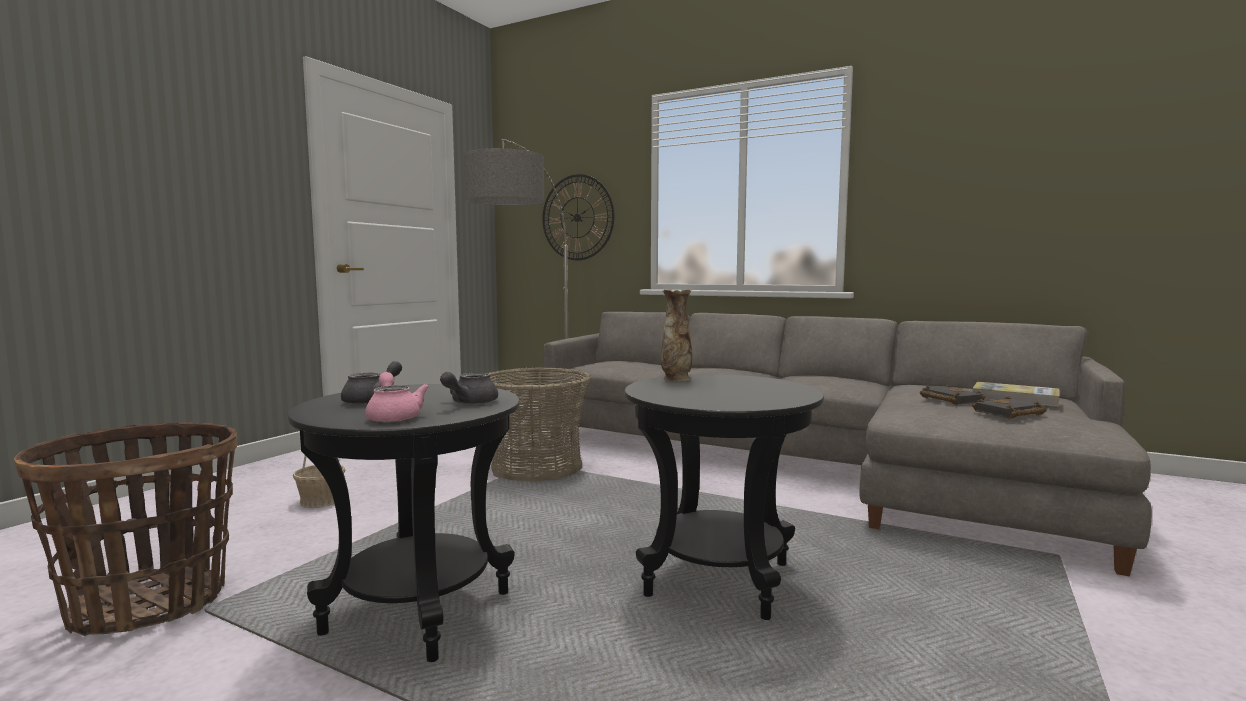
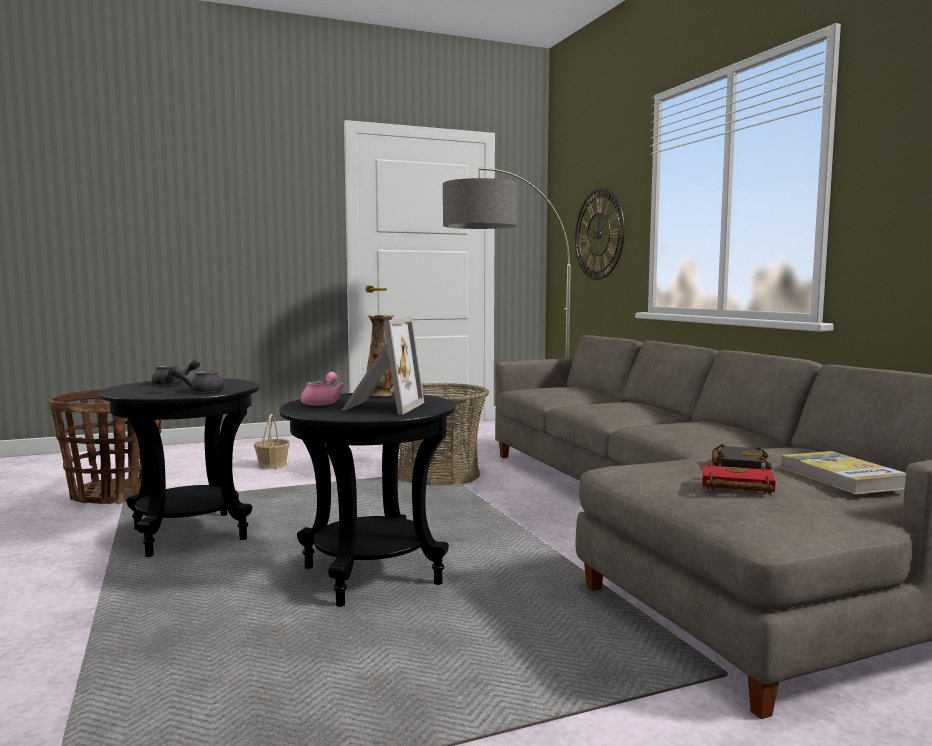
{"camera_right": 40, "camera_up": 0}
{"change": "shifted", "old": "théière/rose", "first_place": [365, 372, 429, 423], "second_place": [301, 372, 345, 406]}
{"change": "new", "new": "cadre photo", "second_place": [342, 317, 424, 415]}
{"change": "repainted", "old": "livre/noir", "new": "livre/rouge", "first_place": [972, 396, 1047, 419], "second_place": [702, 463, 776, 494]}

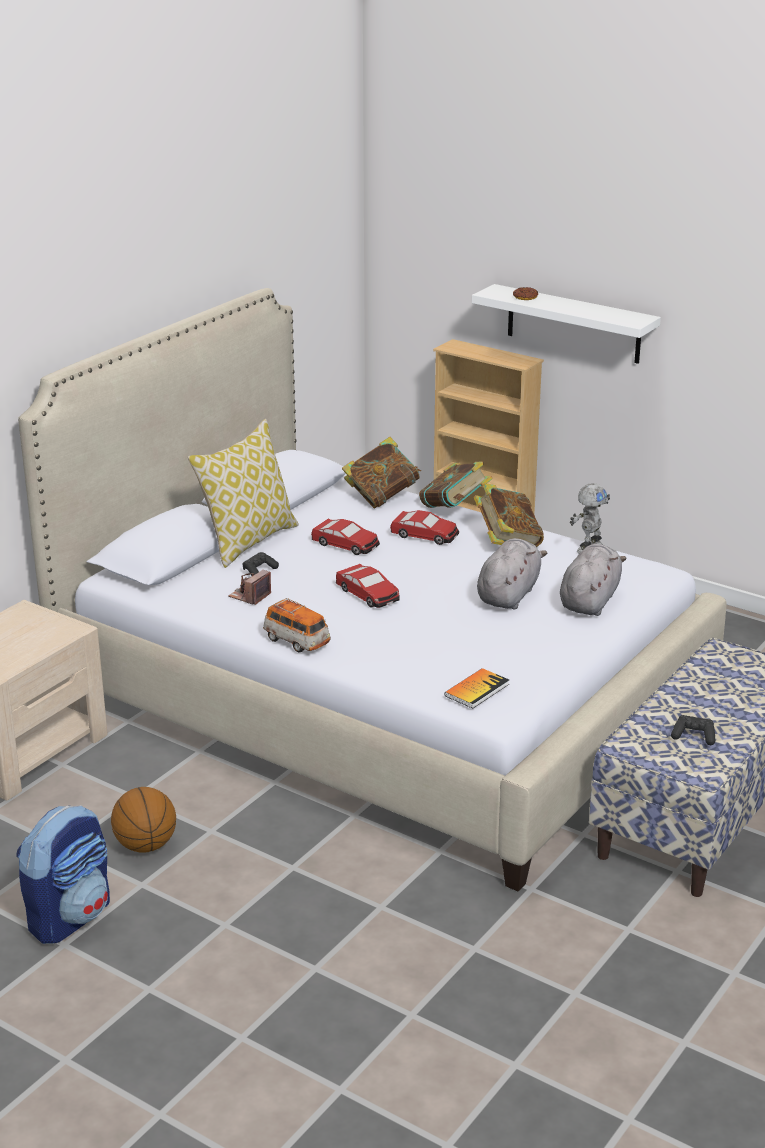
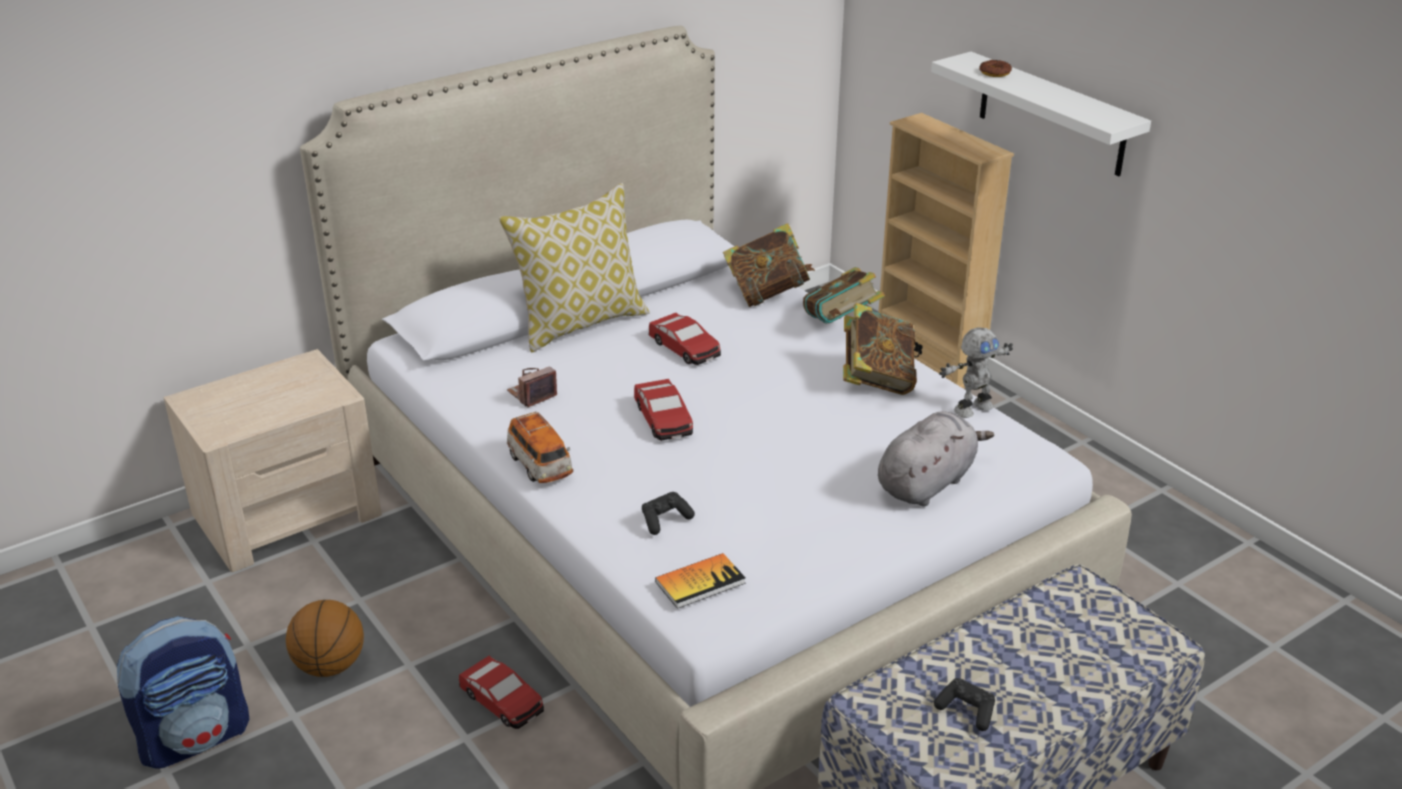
{"camera_right": 20, "camera_up": 5}
{"change": "shifted", "old": "petite voiture", "first_place": [390, 510, 459, 545], "second_place": [459, 656, 544, 729]}
{"change": "shifted", "old": "manette/noir", "first_place": [242, 552, 279, 576], "second_place": [642, 492, 695, 535]}
{"change": "gone", "old": "peluche/gris", "first_place": [477, 538, 547, 610]}

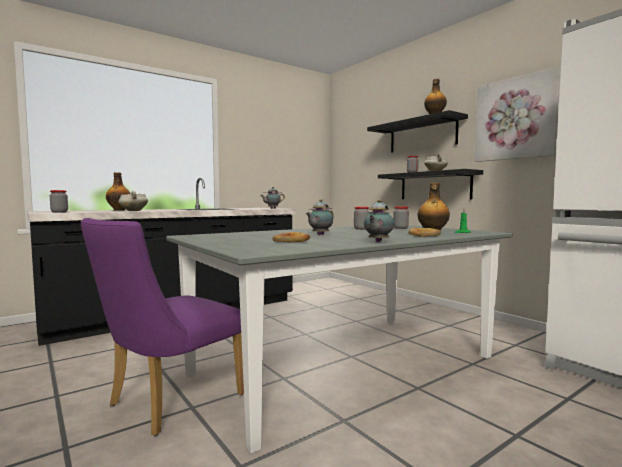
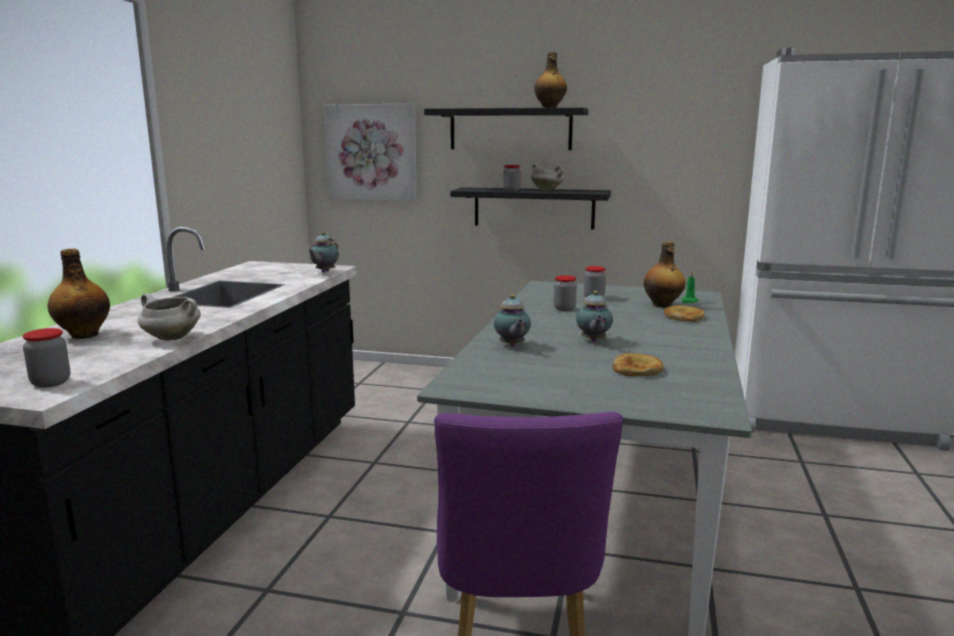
{"camera_right": -40, "camera_up": 10}
{"change": "shifted", "old": "tableau", "first_place": [474, 66, 561, 162], "second_place": [324, 104, 417, 202]}
{"change": "shifted", "old": "théière", "first_place": [364, 199, 394, 242], "second_place": [494, 294, 531, 347]}

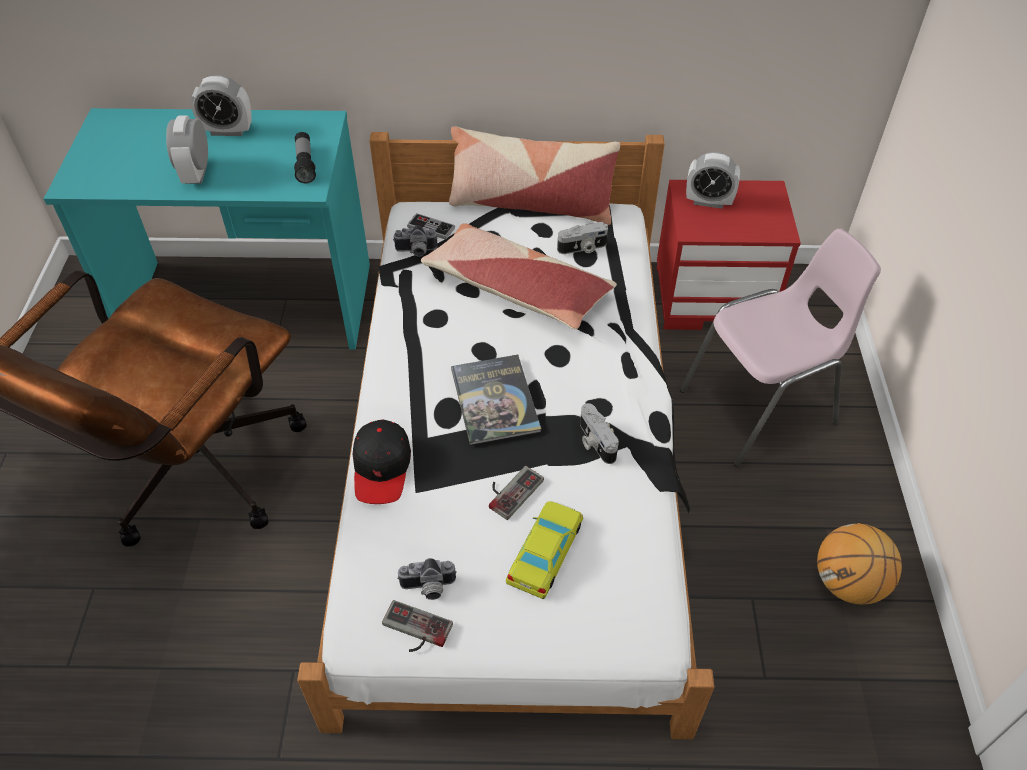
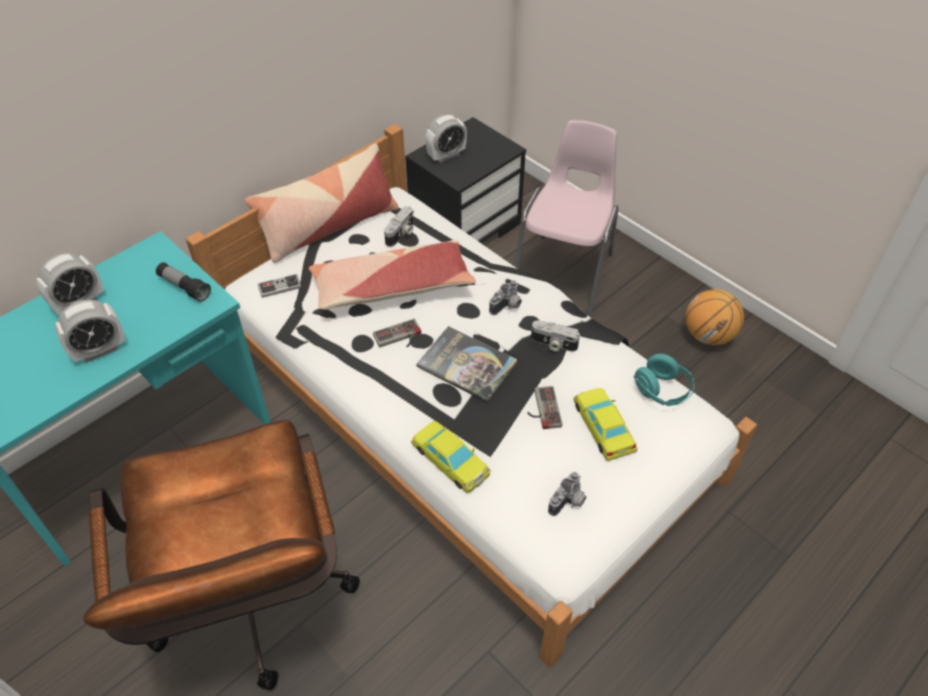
{"camera_right": -45, "camera_up": 0}
{"change": "rotated", "old": "réveil", "first_place": [166, 115, 208, 184], "second_place": [55, 300, 125, 363], "degrees": -75}
{"change": "shifted", "old": "manette", "first_place": [382, 600, 453, 652], "second_place": [373, 319, 421, 347]}
{"change": "repainted", "old": "table de chevet/rouge", "new": "table de chevet/noir", "first_place": [657, 180, 801, 330], "second_place": [405, 117, 526, 244]}
{"change": "swapped", "old": "casquette/noir", "new": "petite voiture/jaune", "first_place": [353, 419, 411, 504], "second_place": [411, 421, 490, 493]}
{"change": "shifted", "old": "appareil photo", "first_place": [393, 225, 438, 257], "second_place": [489, 280, 522, 315]}
{"change": "new", "new": "casque audio/turquoise", "second_place": [634, 354, 695, 406]}

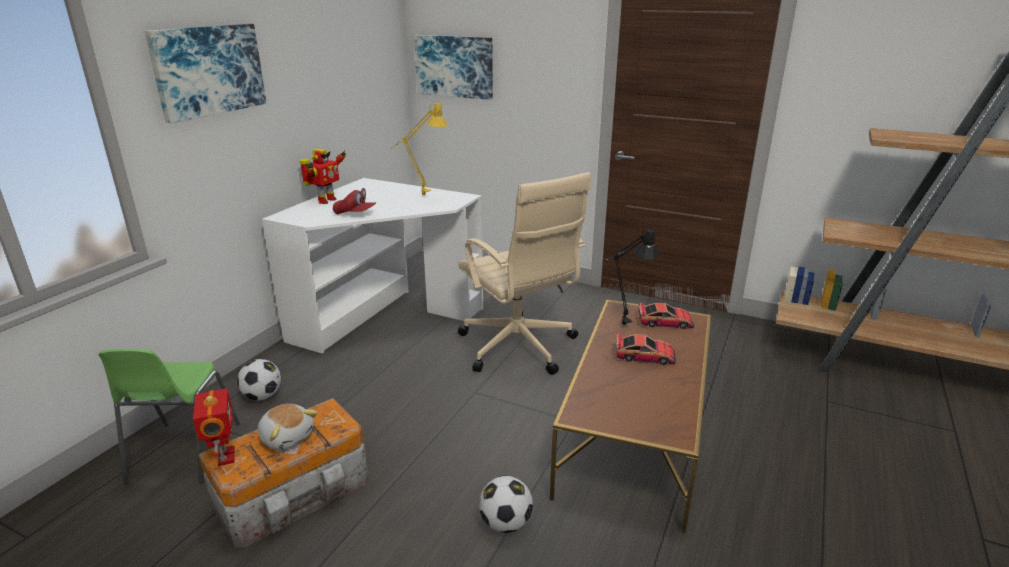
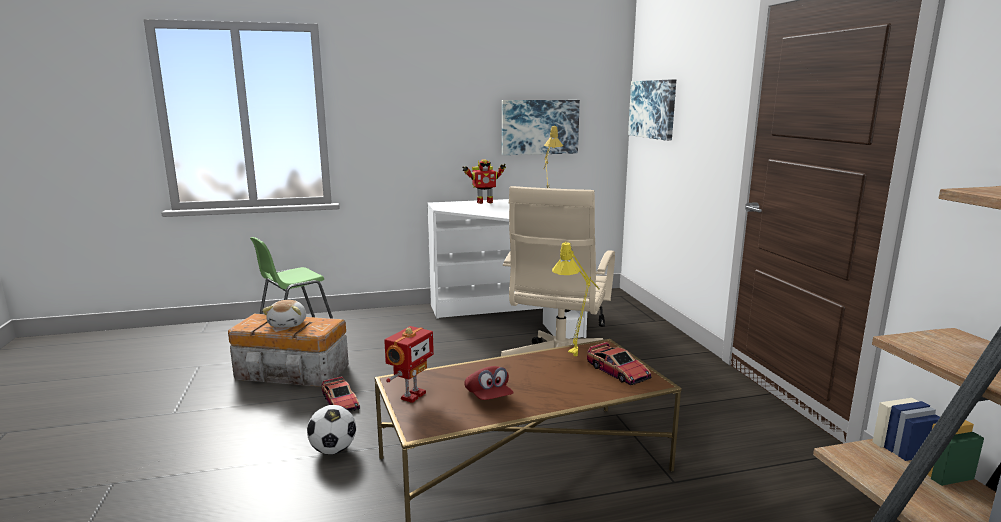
{"camera_right": 50, "camera_up": -10}
{"change": "shifted", "old": "petite voiture", "first_place": [616, 334, 676, 365], "second_place": [322, 376, 360, 412]}
{"change": "shifted", "old": "robot jouet", "first_place": [193, 388, 235, 466], "second_place": [384, 326, 434, 403]}
{"change": "shifted", "old": "casquette/rouge", "first_place": [333, 188, 376, 214], "second_place": [464, 366, 514, 400]}
{"change": "shifted", "old": "tableau", "first_place": [145, 24, 267, 123], "second_place": [502, 100, 580, 155]}
{"change": "repainted", "old": "lampe de table/noir", "new": "lampe de table/jaune", "first_place": [604, 228, 660, 326], "second_place": [552, 242, 600, 356]}
{"change": "gone", "old": "ballon de foot", "first_place": [237, 359, 281, 400]}

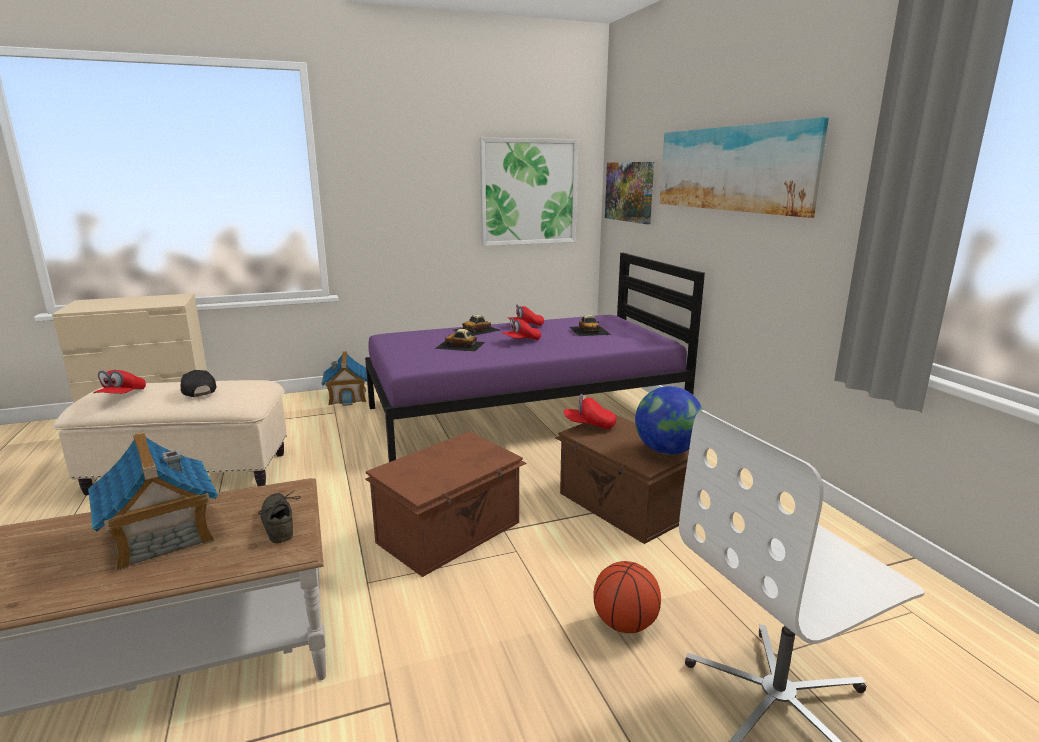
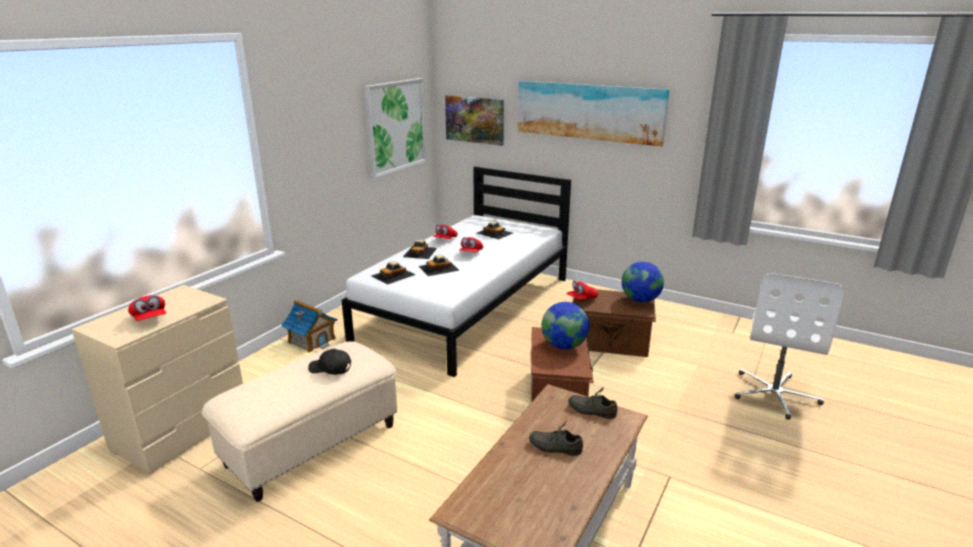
{"camera_right": -40, "camera_up": 5}
{"change": "shifted", "old": "casquette/rouge", "first_place": [93, 370, 146, 394], "second_place": [128, 295, 166, 321]}
{"change": "repainted", "old": "lit/violet", "new": "lit/blanc", "first_place": [365, 253, 705, 462], "second_place": [342, 167, 571, 377]}
{"change": "new", "new": "petite voiture", "second_place": [372, 261, 415, 285]}
{"change": "swapped", "old": "maison miniature", "new": "chaussure/gris", "first_place": [88, 432, 218, 572], "second_place": [529, 420, 583, 456]}
{"change": "new", "new": "globe", "second_place": [542, 302, 589, 349]}
{"change": "gone", "old": "ballon de basket", "first_place": [593, 561, 661, 633]}

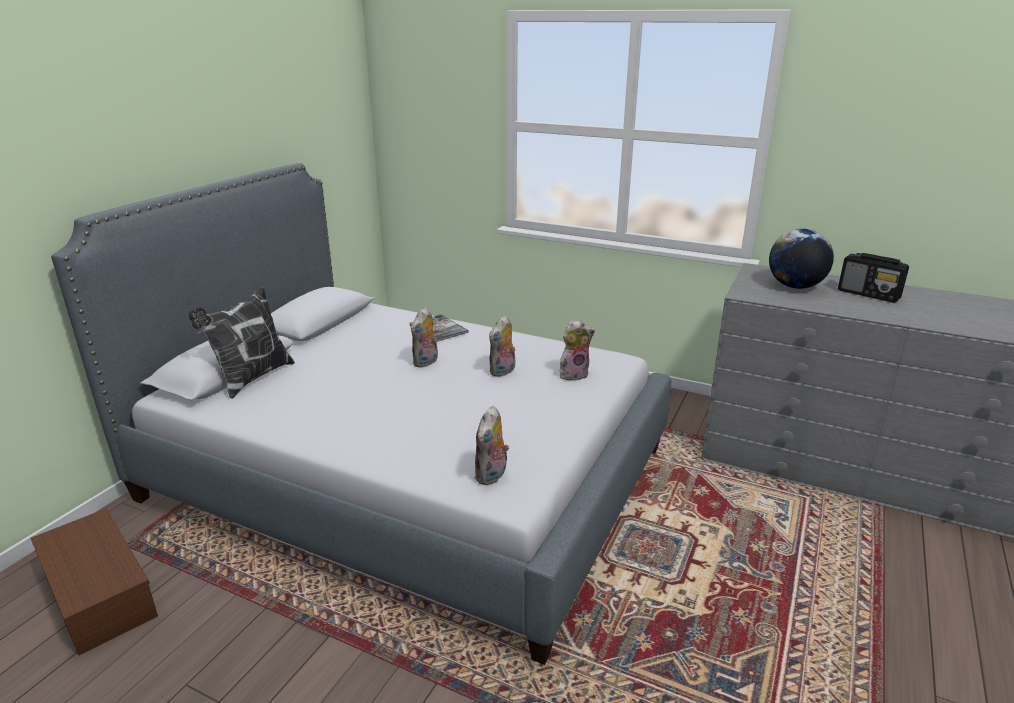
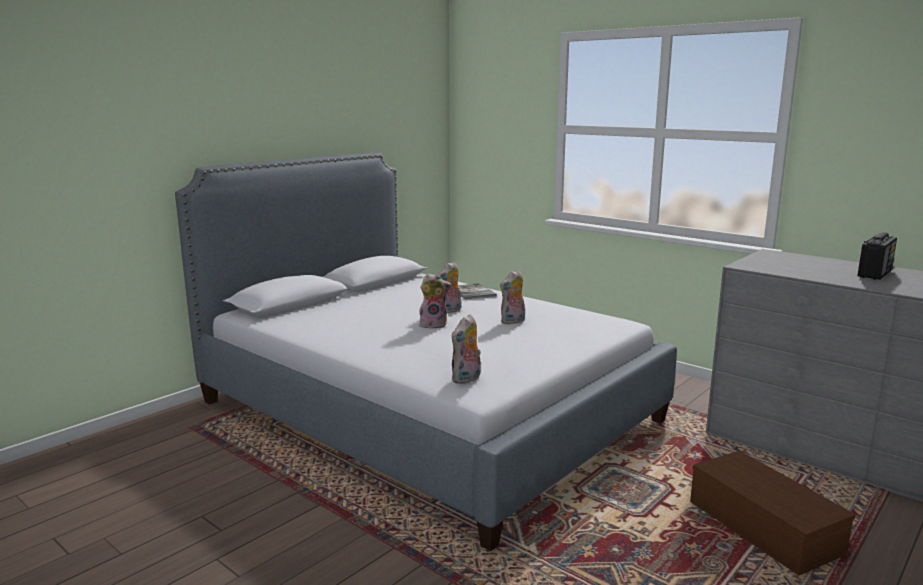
{"camera_right": 15, "camera_up": -10}
{"change": "shifted", "old": "peluche", "first_place": [560, 320, 595, 381], "second_place": [419, 273, 452, 329]}
{"change": "shifted", "old": "boîte de rangement/marron", "first_place": [31, 509, 158, 656], "second_place": [690, 451, 856, 576]}
{"change": "rotated", "old": "radio", "first_place": [838, 253, 909, 303], "second_place": [857, 232, 897, 280], "degrees": -105}
{"change": "gone", "old": "coussin", "first_place": [188, 287, 295, 399]}
{"change": "gone", "old": "globe", "first_place": [769, 229, 834, 289]}

